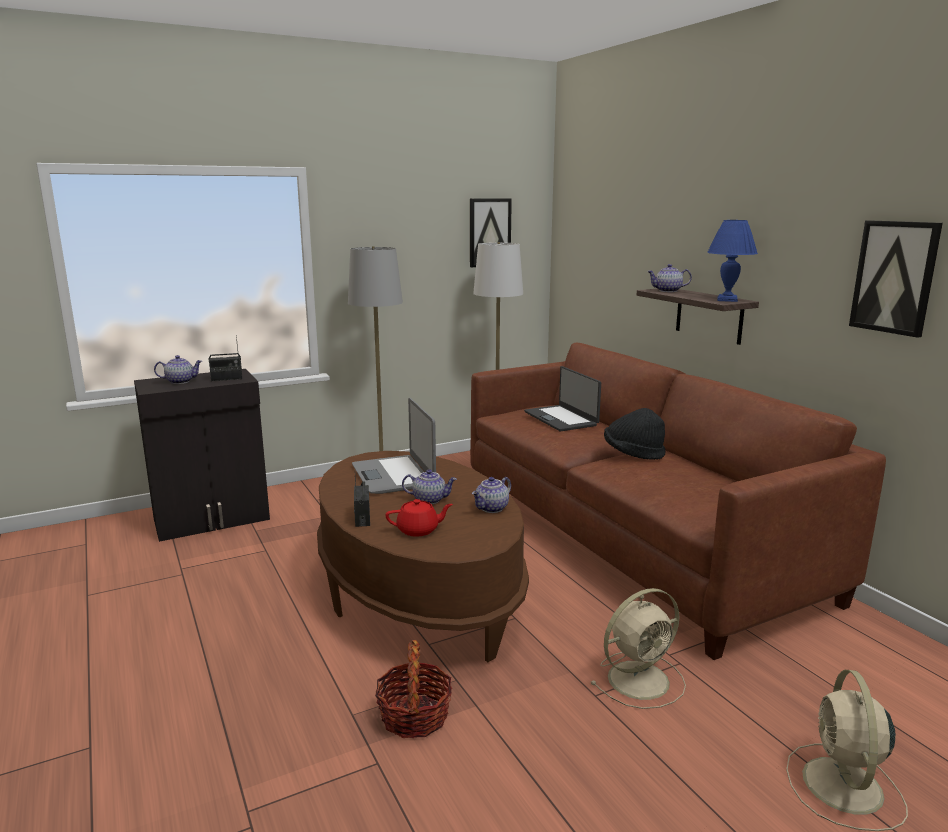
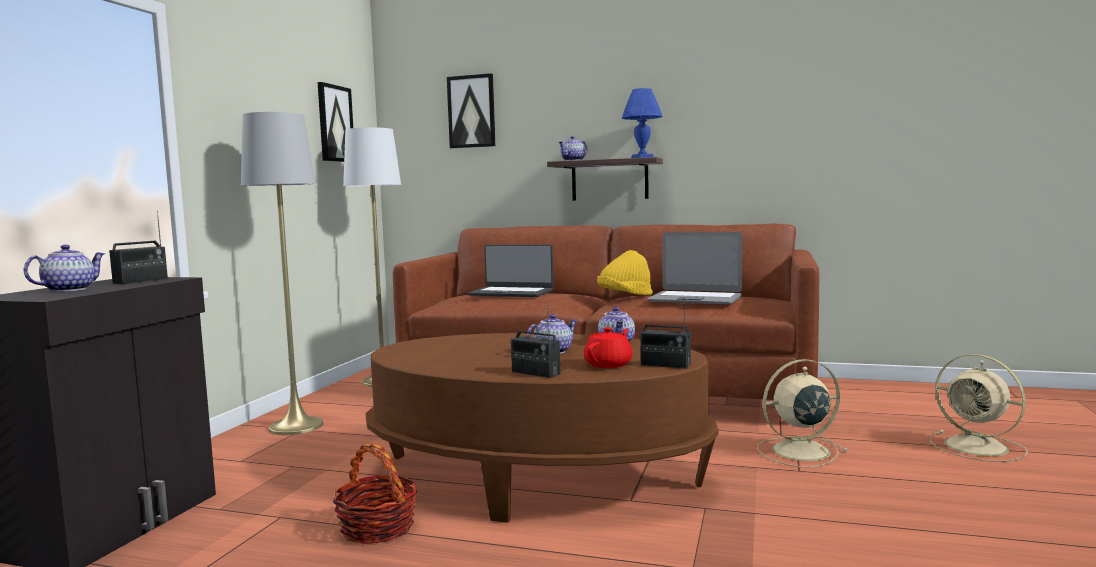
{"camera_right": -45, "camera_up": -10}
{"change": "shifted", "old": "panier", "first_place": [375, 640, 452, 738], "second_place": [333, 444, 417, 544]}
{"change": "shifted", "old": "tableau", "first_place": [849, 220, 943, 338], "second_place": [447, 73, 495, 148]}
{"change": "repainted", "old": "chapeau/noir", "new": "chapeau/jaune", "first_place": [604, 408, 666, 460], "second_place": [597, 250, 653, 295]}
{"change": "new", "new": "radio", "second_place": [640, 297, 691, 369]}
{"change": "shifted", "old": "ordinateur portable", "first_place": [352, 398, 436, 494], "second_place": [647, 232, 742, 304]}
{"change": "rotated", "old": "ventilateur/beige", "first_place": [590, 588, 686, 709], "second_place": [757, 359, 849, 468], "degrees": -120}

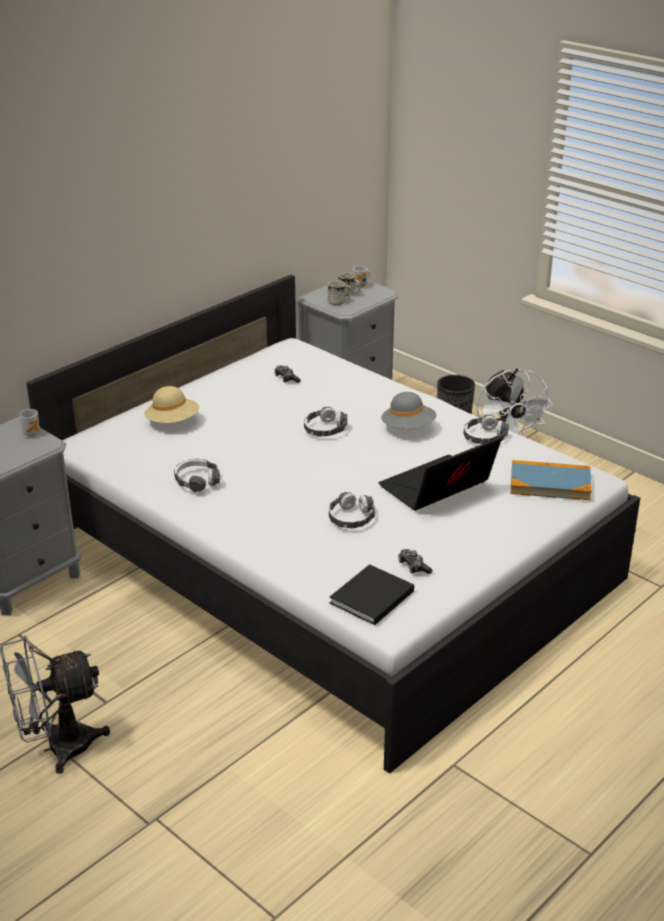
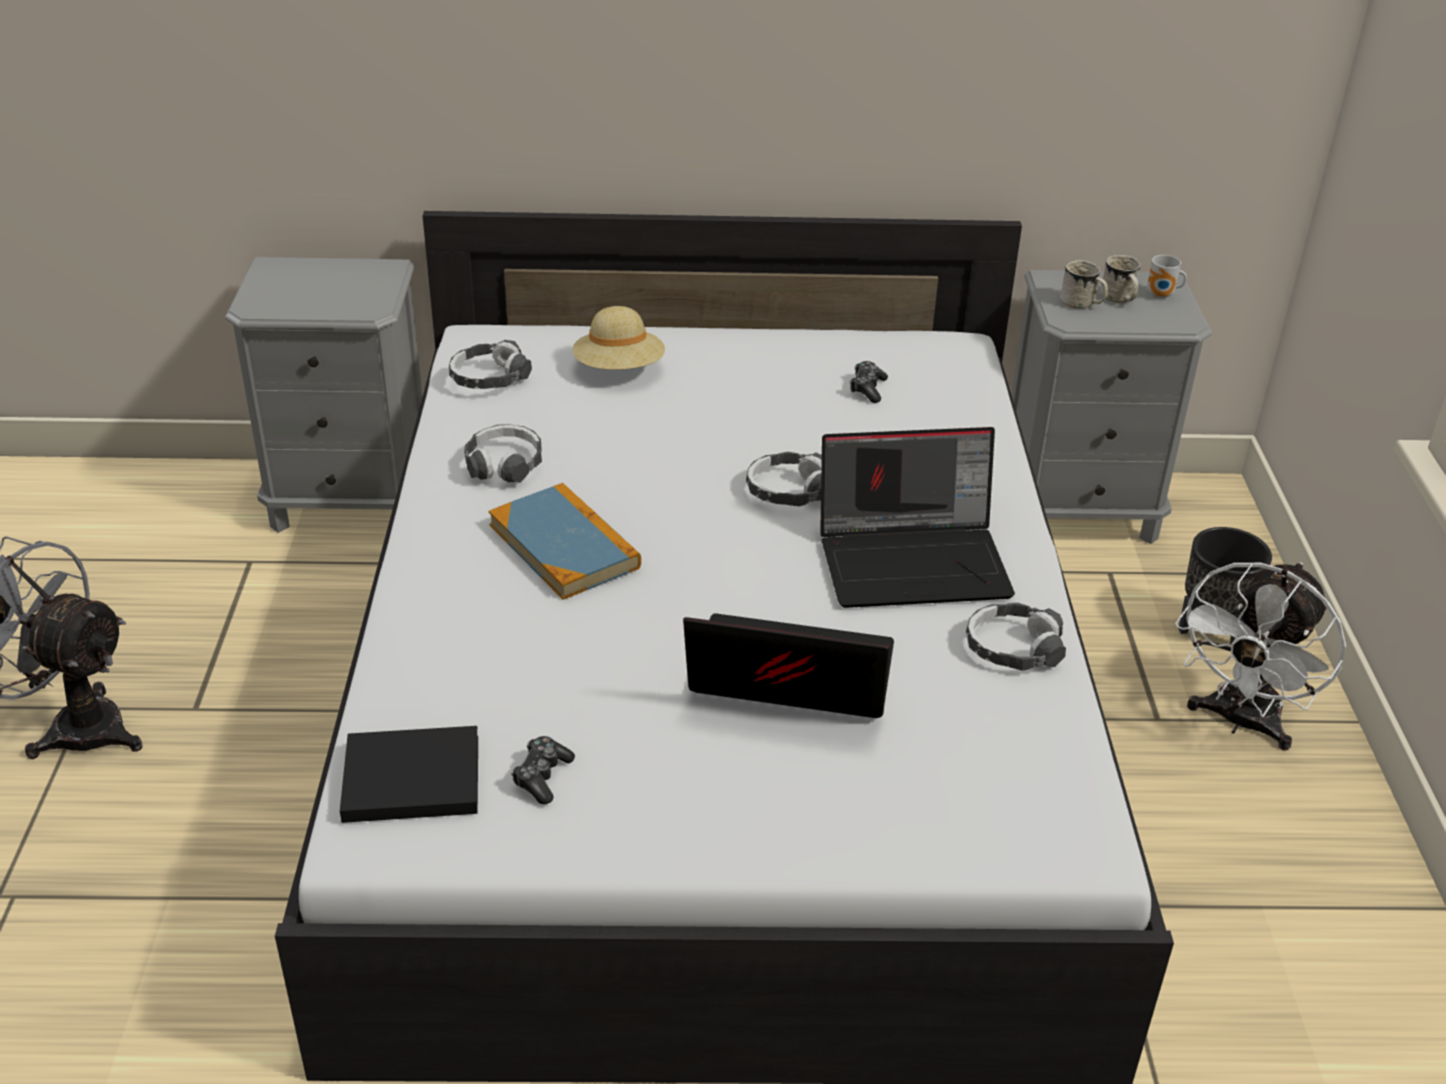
{"camera_right": 45, "camera_up": 5}
{"change": "shifted", "old": "casque audio", "first_place": [329, 492, 375, 528], "second_place": [449, 340, 532, 389]}
{"change": "shifted", "old": "livre", "first_place": [511, 460, 592, 500], "second_place": [489, 483, 641, 600]}
{"change": "swapped", "old": "chapeau/gris", "new": "ordinateur portable", "first_place": [381, 392, 436, 429], "second_place": [820, 427, 1015, 608]}
{"change": "gone", "old": "mug", "first_place": [19, 409, 40, 437]}

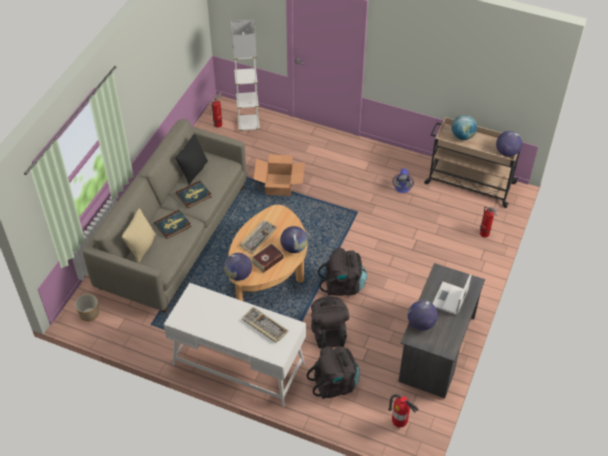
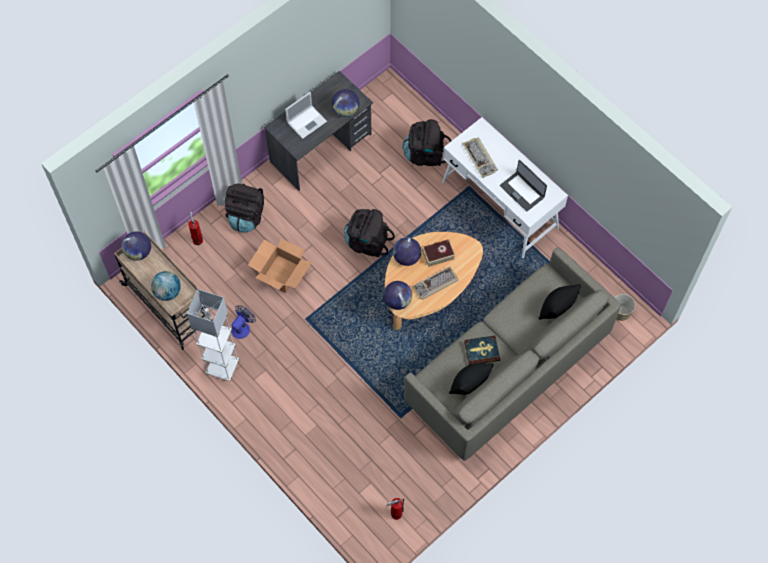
{"camera_right": -155, "camera_up": 15}
{"change": "shifted", "old": "lampadaire/blanc", "first_place": [231, 20, 260, 132], "second_place": [187, 289, 239, 381]}
{"change": "shifted", "old": "sac à dos/noir", "first_place": [311, 296, 349, 349], "second_place": [225, 184, 264, 233]}
{"change": "shifted", "old": "carton", "first_place": [254, 154, 305, 196], "second_place": [248, 238, 312, 293]}
{"change": "shifted", "old": "globe", "first_place": [224, 253, 252, 281], "second_place": [383, 281, 412, 310]}
{"change": "new", "new": "ordinateur portable", "second_place": [500, 160, 547, 212]}
{"change": "repainted", "old": "coussin/beige", "new": "coussin/noir", "first_place": [122, 208, 156, 263], "second_place": [539, 284, 581, 320]}
{"change": "gone", "old": "livre", "first_place": [154, 210, 191, 239]}
{"change": "gone", "old": "extincteur", "first_place": [388, 394, 418, 428]}

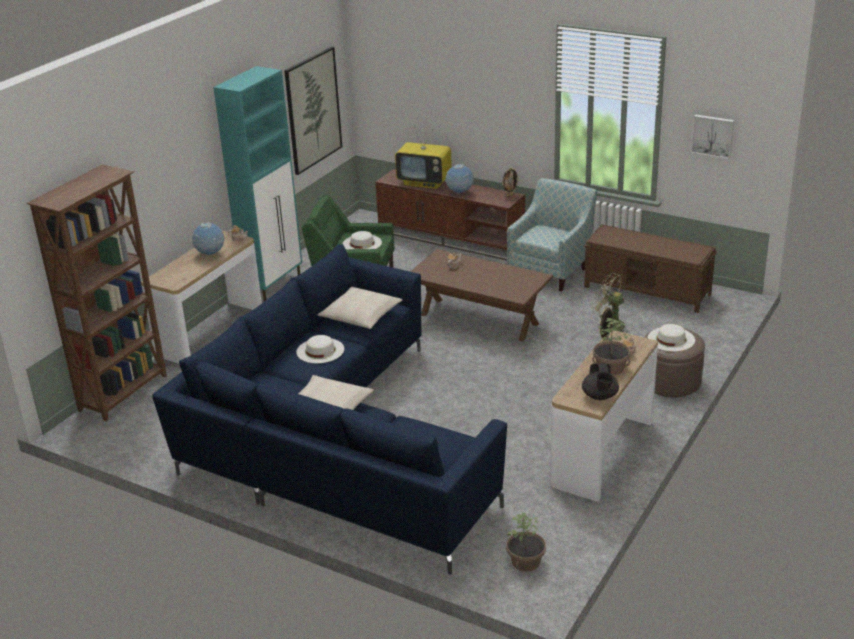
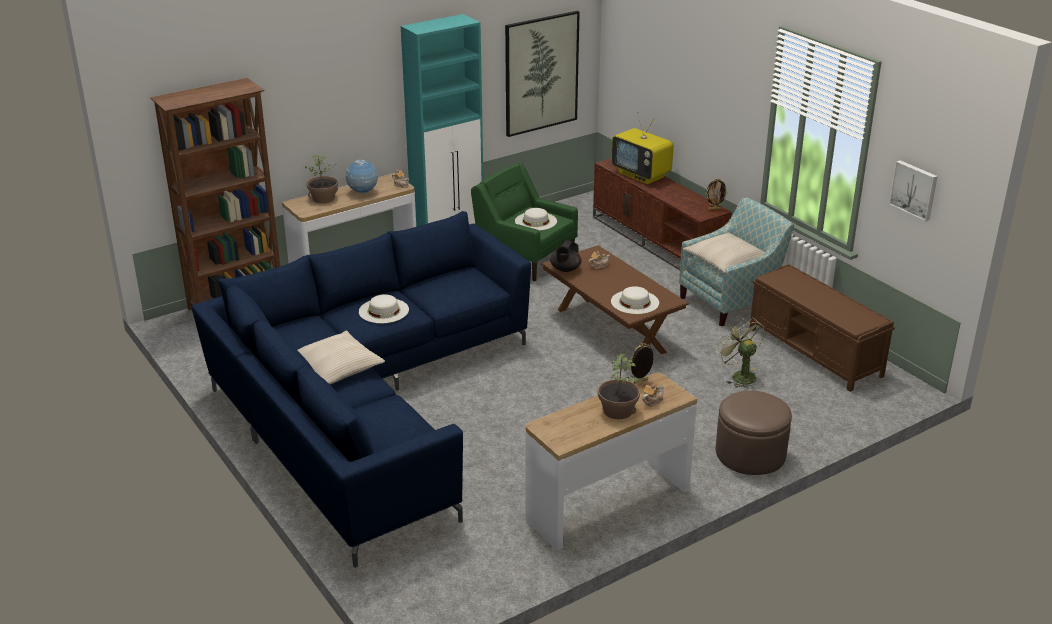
{"camera_right": 25, "camera_up": 0}
{"change": "shifted", "old": "plante en pot", "first_place": [506, 513, 546, 571], "second_place": [305, 155, 338, 203]}
{"change": "shifted", "old": "théière/noir", "first_place": [582, 363, 619, 400], "second_place": [550, 240, 581, 272]}
{"change": "shifted", "old": "chapeau/blanc", "first_place": [648, 324, 695, 351], "second_place": [611, 286, 659, 314]}
{"change": "shifted", "old": "coussin/beige", "first_place": [318, 287, 403, 329], "second_place": [683, 232, 765, 273]}
{"change": "gone", "old": "globe", "first_place": [445, 164, 474, 194]}

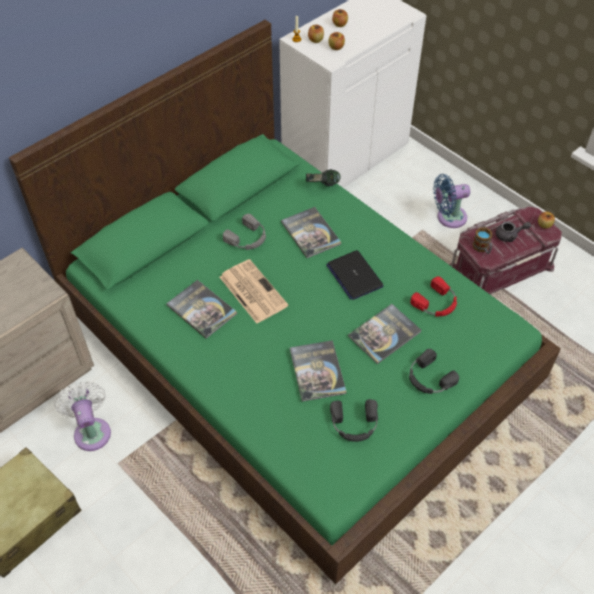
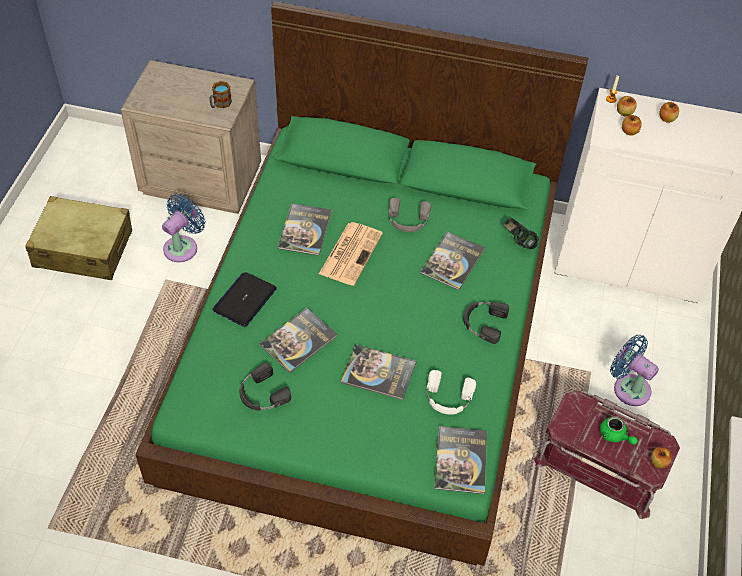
{"camera_right": 55, "camera_up": 0}
{"change": "repainted", "old": "ventilateur/blanc", "new": "ventilateur/bleu", "first_place": [54, 381, 111, 451], "second_place": [162, 194, 205, 262]}
{"change": "shifted", "old": "mug", "first_place": [472, 228, 492, 254], "second_place": [209, 81, 232, 108]}
{"change": "shifted", "old": "ordinateur portable", "first_place": [326, 250, 384, 300], "second_place": [212, 272, 277, 327]}
{"change": "repainted", "old": "casque audio/rouge", "new": "casque audio/blanc", "first_place": [410, 276, 457, 316], "second_place": [427, 370, 476, 414]}
{"change": "new", "new": "livre", "second_place": [434, 426, 487, 494]}
{"change": "shifted", "old": "casque audio/noir", "first_place": [409, 349, 459, 394], "second_place": [464, 302, 509, 344]}
{"change": "repainted", "old": "théière/gris", "new": "théière/vert", "first_place": [496, 221, 531, 242], "second_place": [600, 416, 638, 445]}

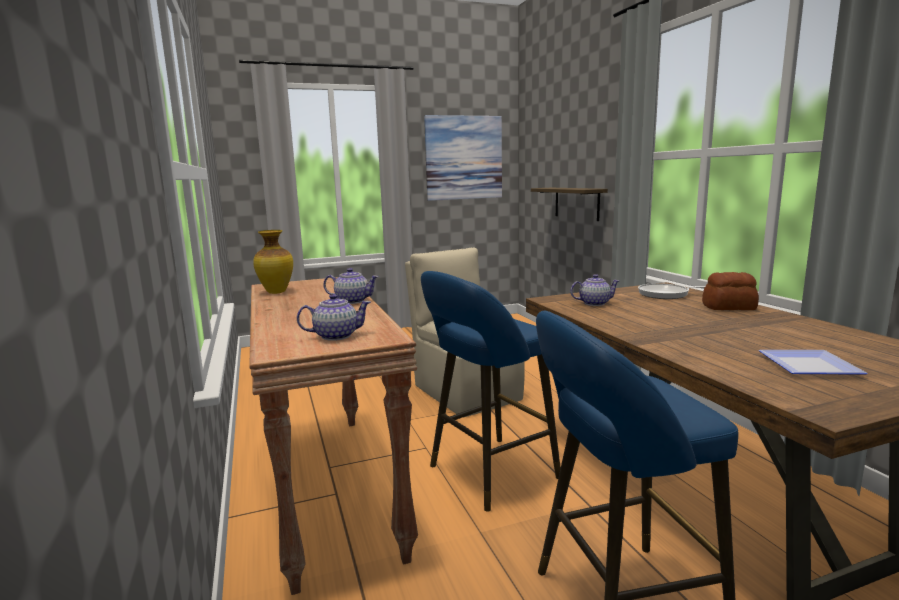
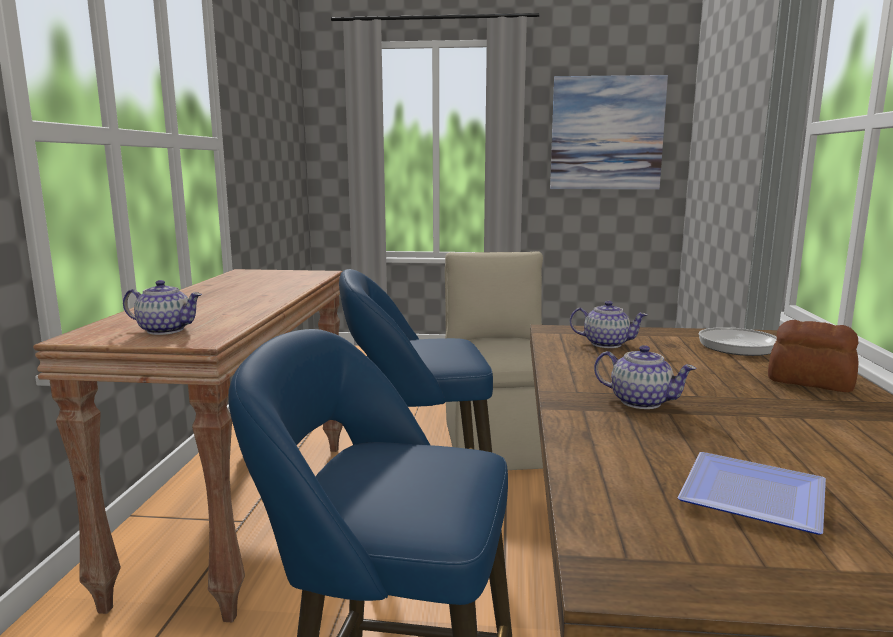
{"camera_right": 25, "camera_up": 0}
{"change": "shifted", "old": "théière", "first_place": [323, 268, 379, 304], "second_place": [594, 345, 697, 409]}
{"change": "gone", "old": "vase", "first_place": [253, 230, 293, 294]}
{"change": "gone", "old": "étagère", "first_place": [531, 188, 608, 221]}

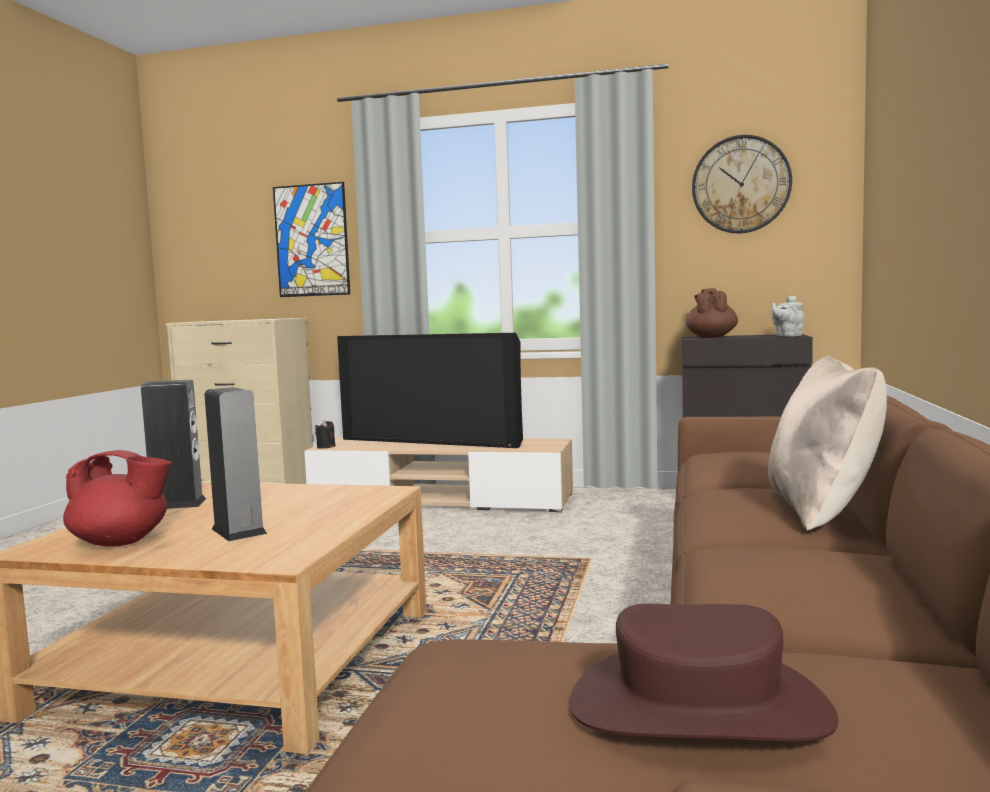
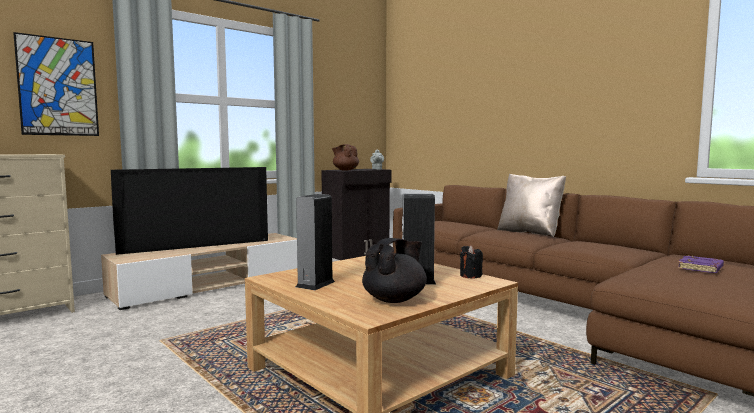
{"camera_right": -55, "camera_up": 0}
{"change": "repainted", "old": "théière/rouge", "new": "théière/noir", "first_place": [63, 450, 172, 547], "second_place": [362, 238, 427, 303]}
{"change": "shifted", "old": "bougie/noir", "first_place": [315, 420, 335, 449], "second_place": [460, 245, 483, 278]}
{"change": "swapped", "old": "chapeau/marron", "new": "livre/violet", "first_place": [570, 604, 838, 741], "second_place": [678, 255, 724, 273]}
{"change": "gone", "old": "horloge murale", "first_place": [692, 135, 792, 233]}

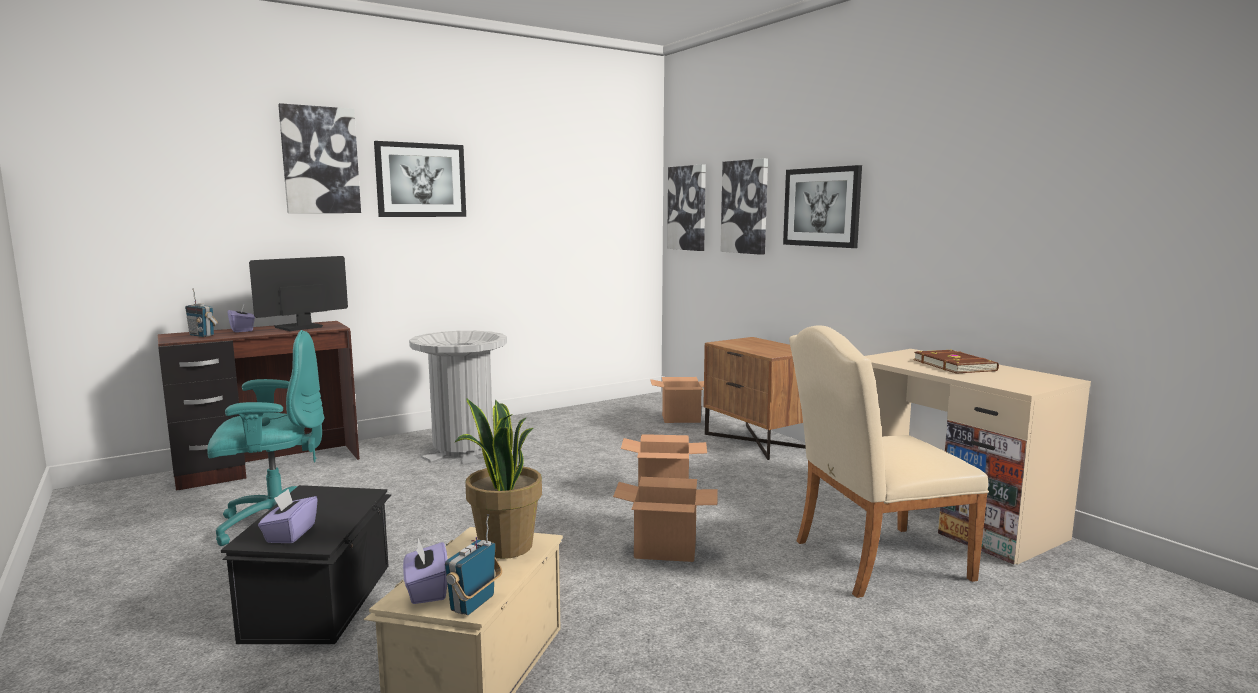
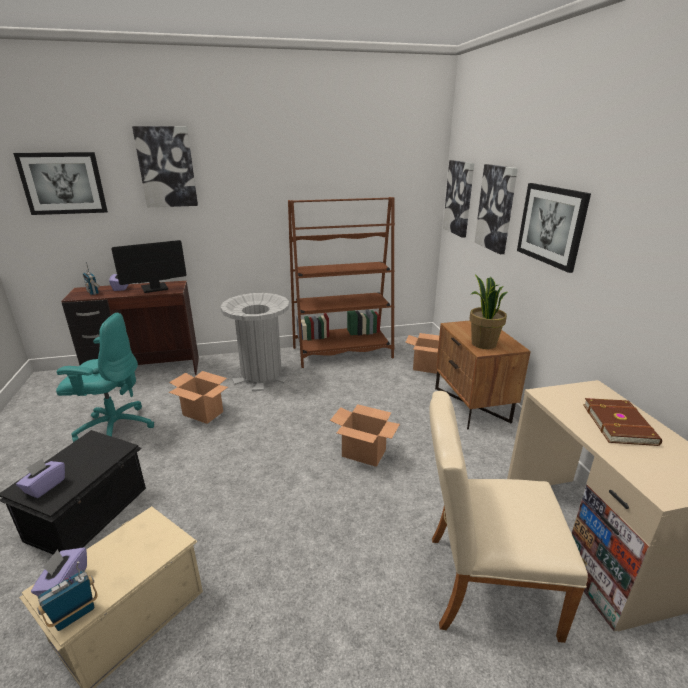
{"camera_right": 20, "camera_up": 15}
{"change": "shifted", "old": "tableau", "first_place": [374, 141, 466, 217], "second_place": [13, 152, 108, 215]}
{"change": "shifted", "old": "carton", "first_place": [613, 477, 718, 562], "second_place": [169, 371, 228, 424]}
{"change": "new", "new": "bibliothèque/marron", "second_place": [288, 197, 395, 368]}
{"change": "shifted", "old": "plante en pot", "first_place": [455, 399, 542, 559], "second_place": [469, 274, 508, 349]}

